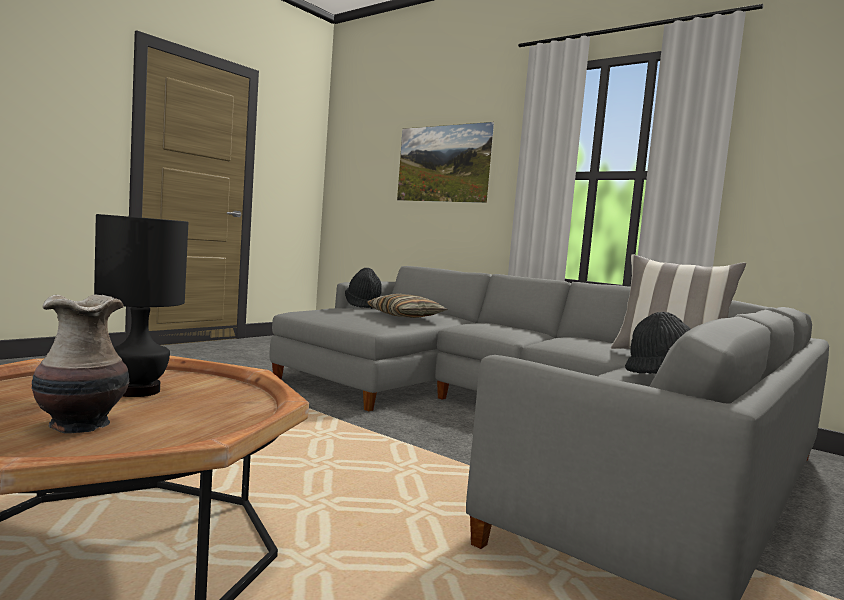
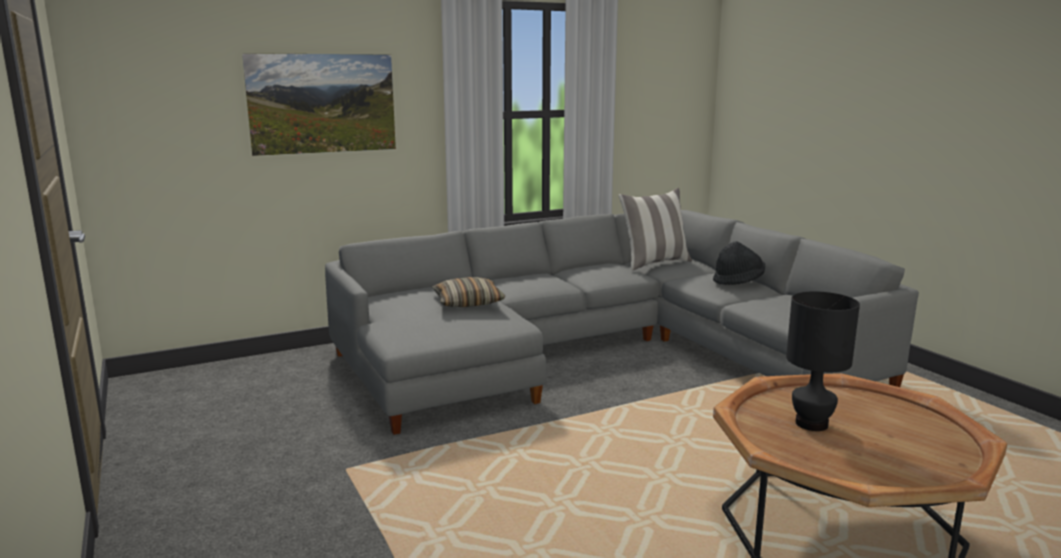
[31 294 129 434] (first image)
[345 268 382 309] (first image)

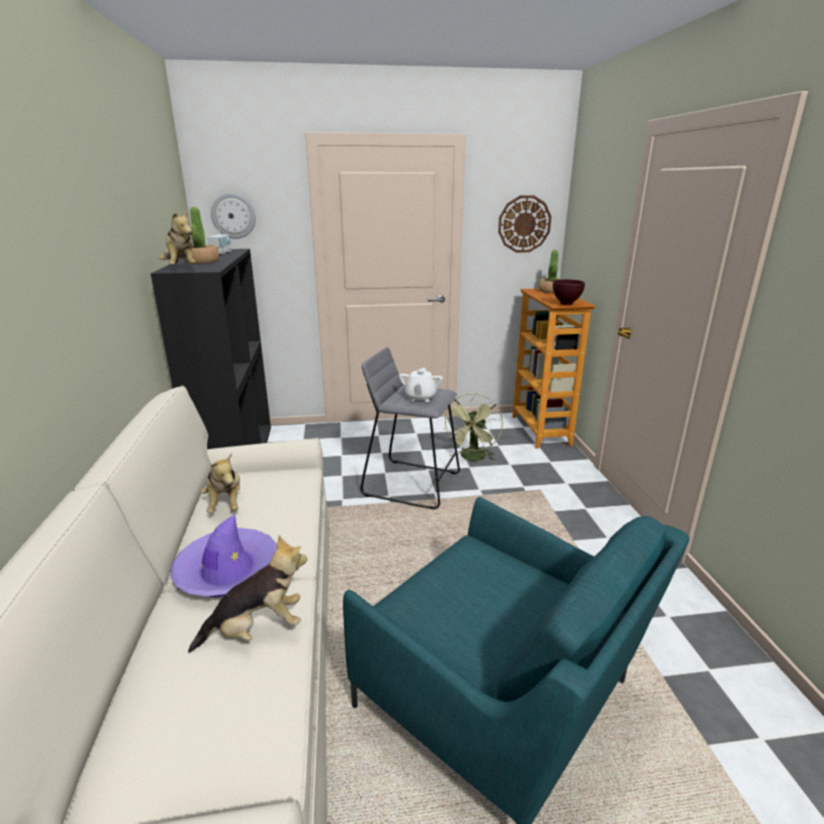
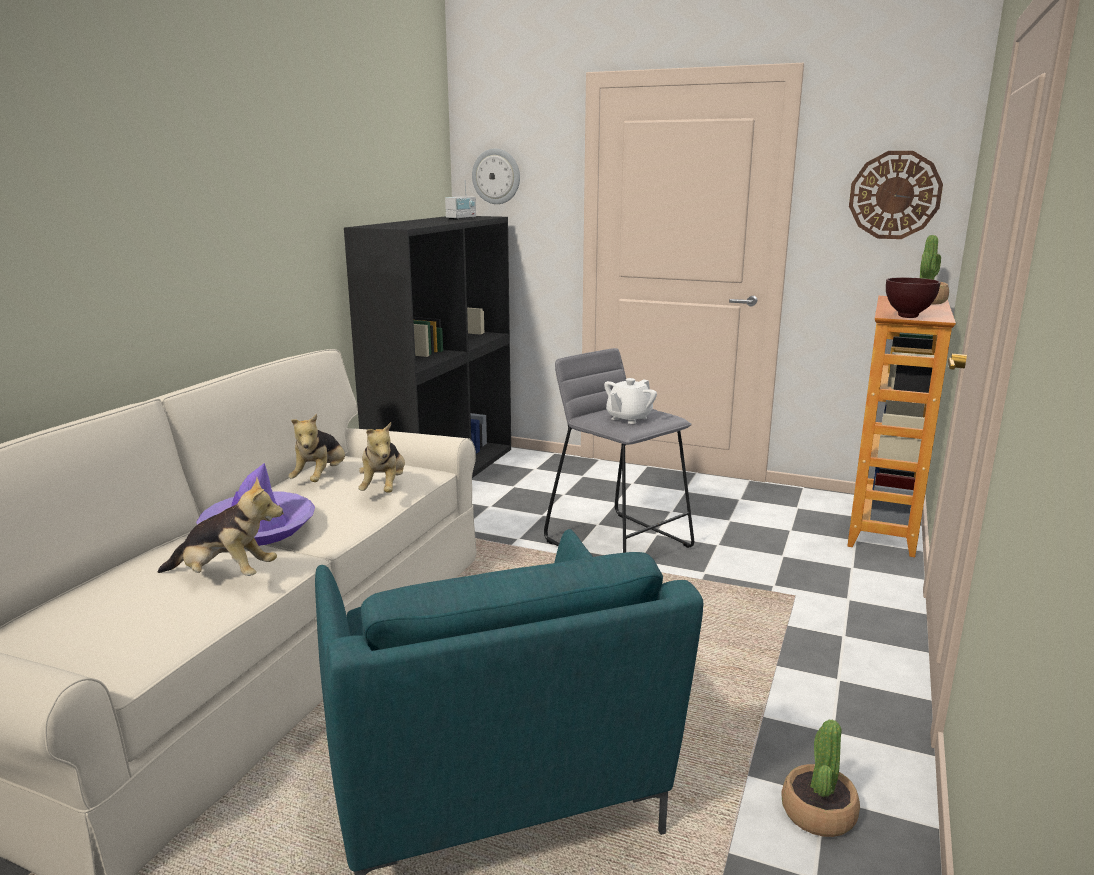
[358 422 405 493]
[781 720 860 837]
[444 393 503 461] (first image)

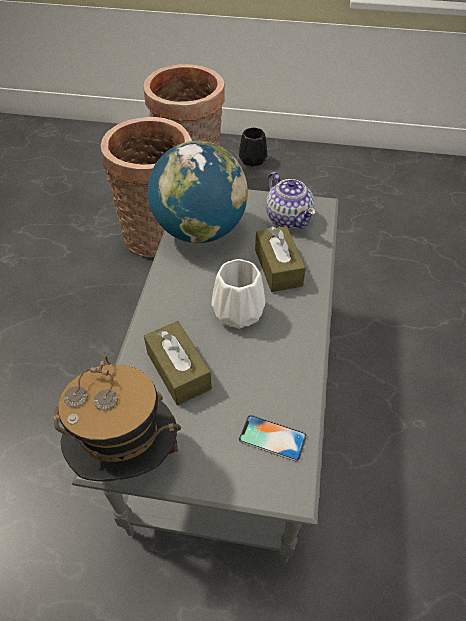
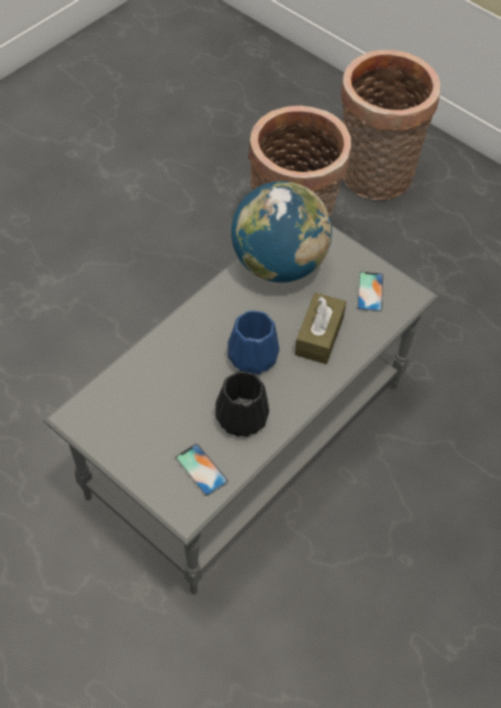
[53 355 181 482] (first image)
[144 321 212 405] (first image)
[228 311 279 375]
[215 371 269 437]
[357 272 384 312]

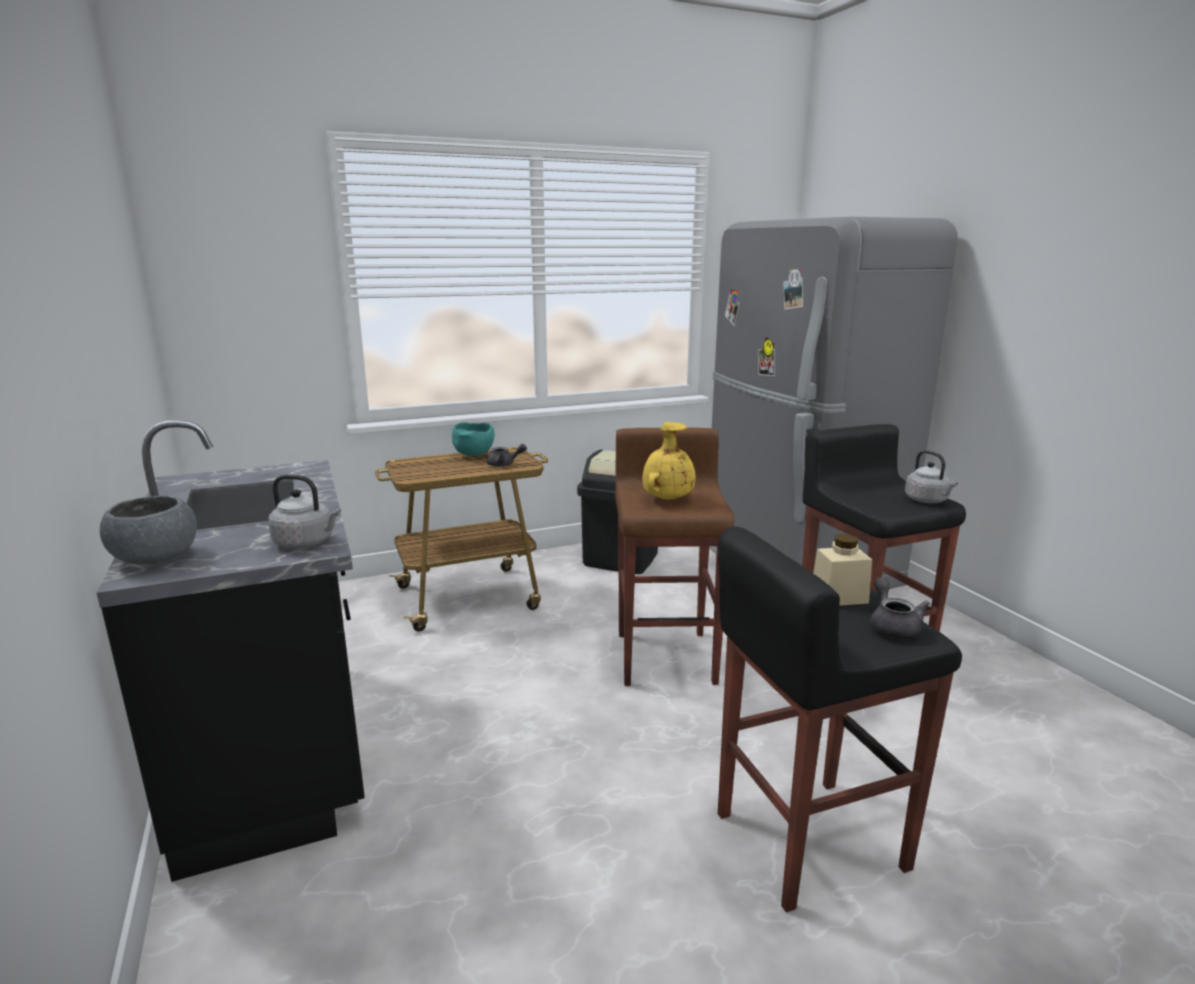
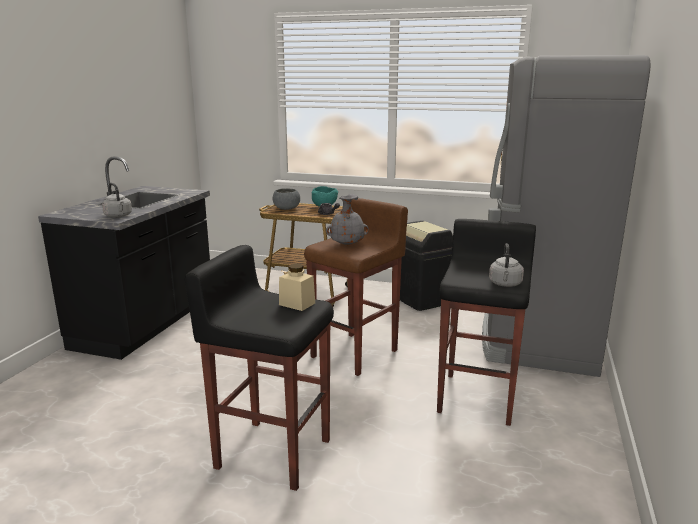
[273 188 300 210]
[326 194 369 245]
[870 577 930 639] (first image)

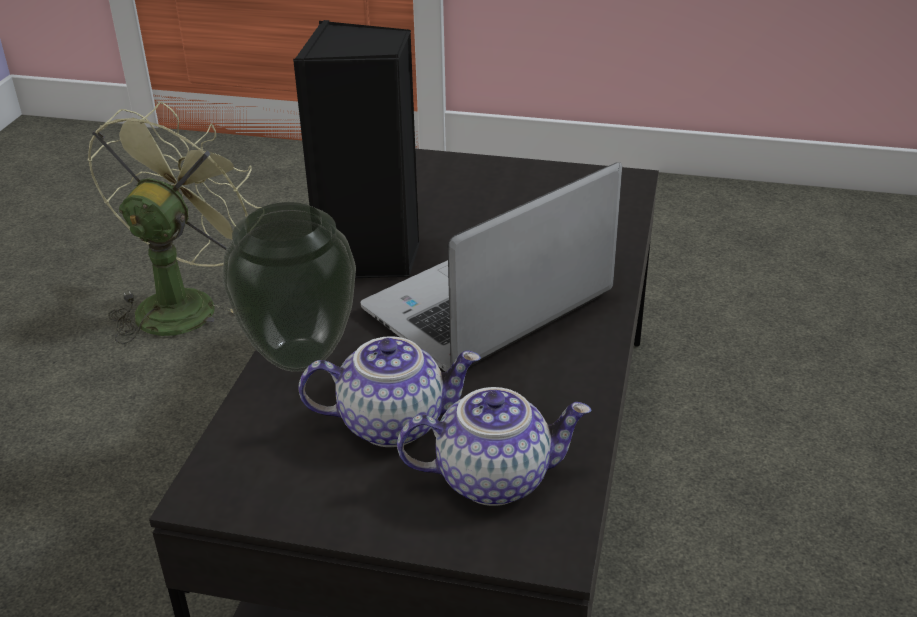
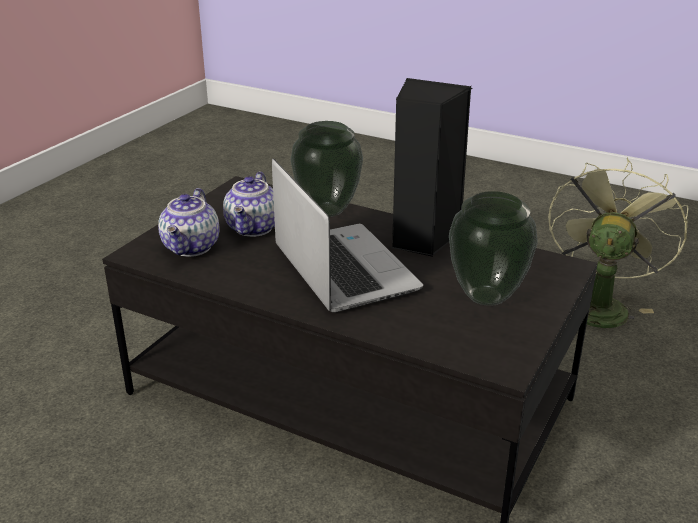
[548 158 688 334]
[449 191 538 306]

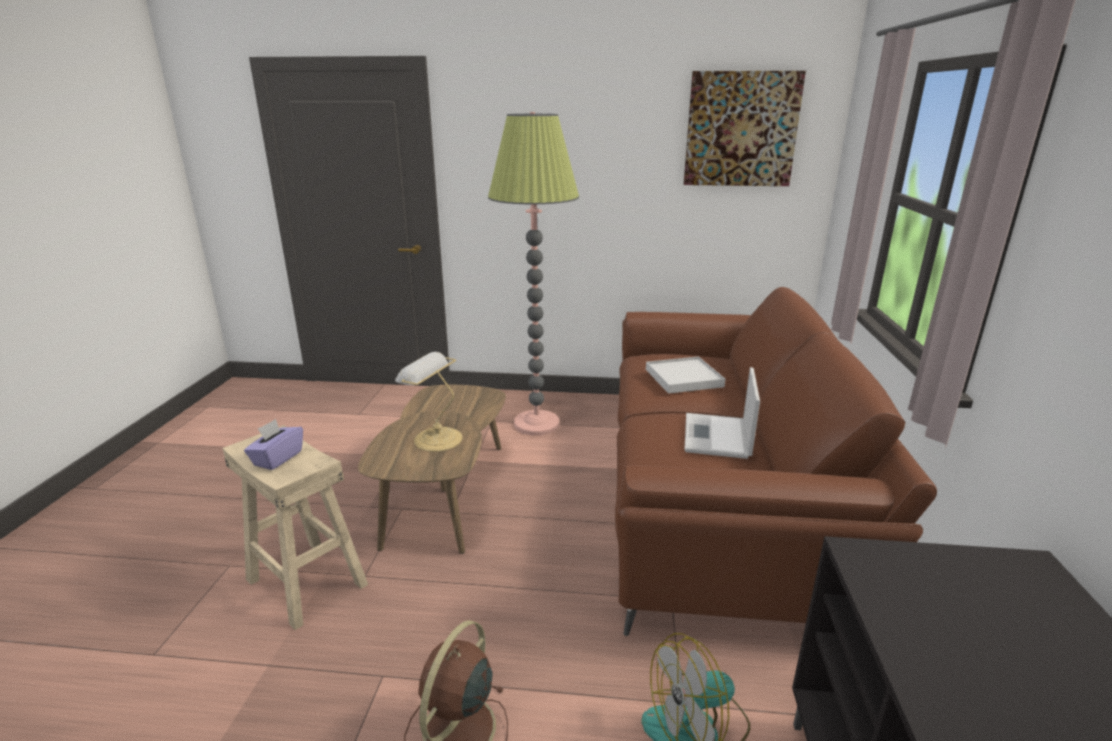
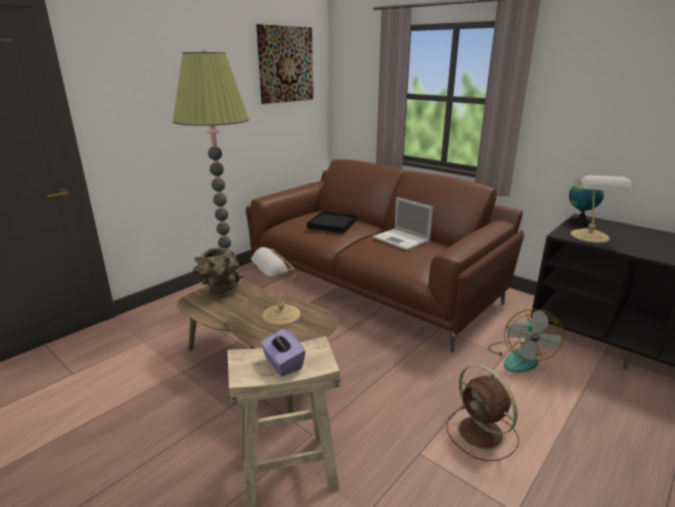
[307 211 356 233]
[193 247 244 297]
[569 181 604 226]
[570 175 634 243]

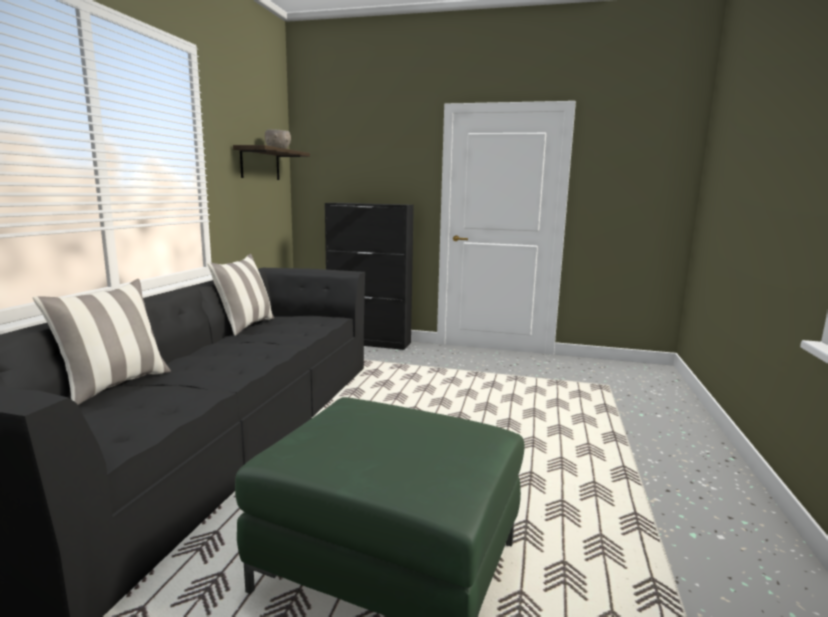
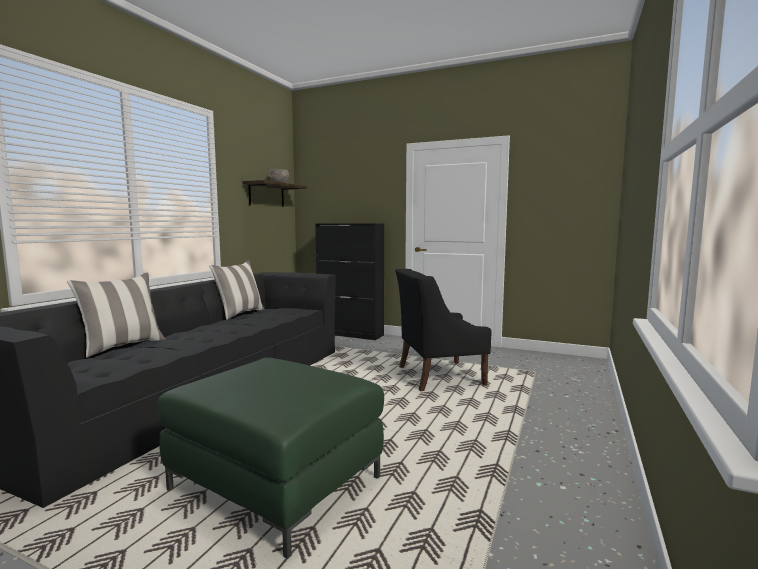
[395 269 492 391]

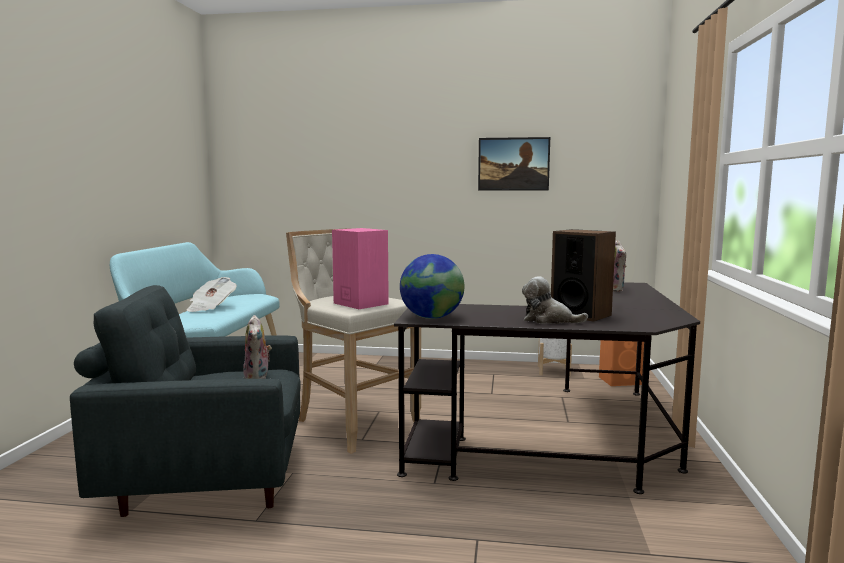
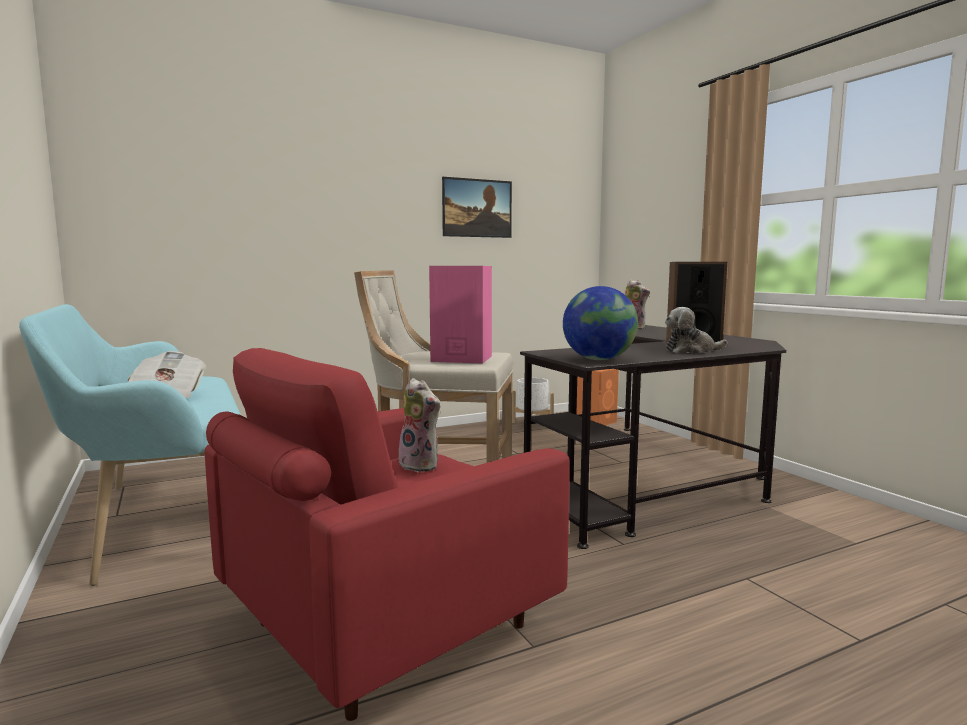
[205 348 570 721]

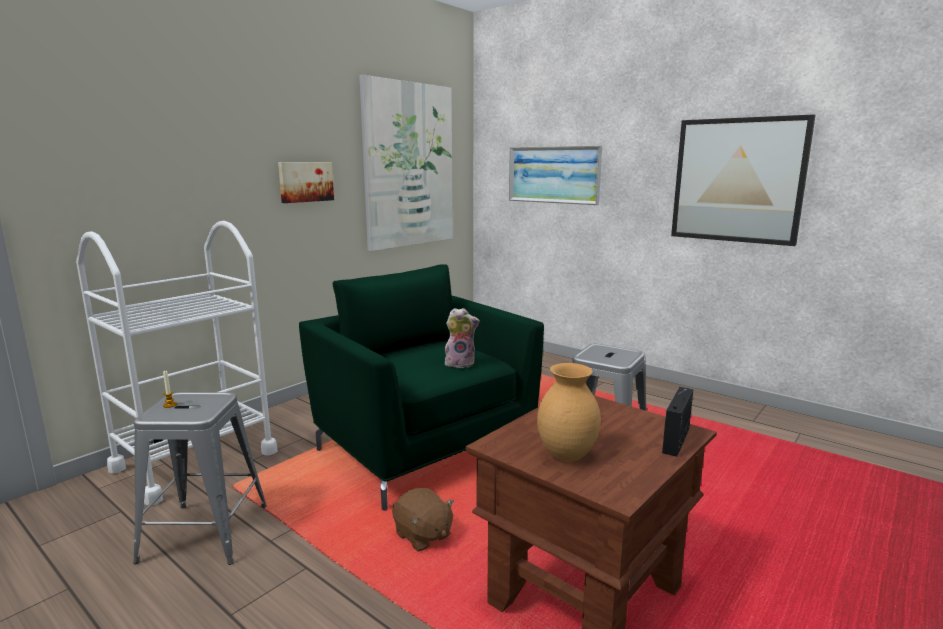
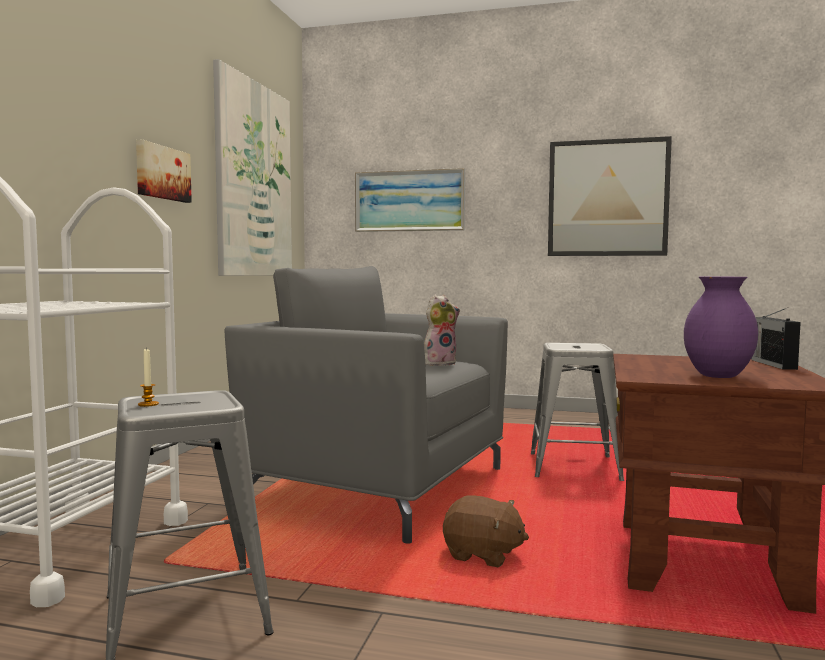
[225 266 508 544]
[684 277 758 378]

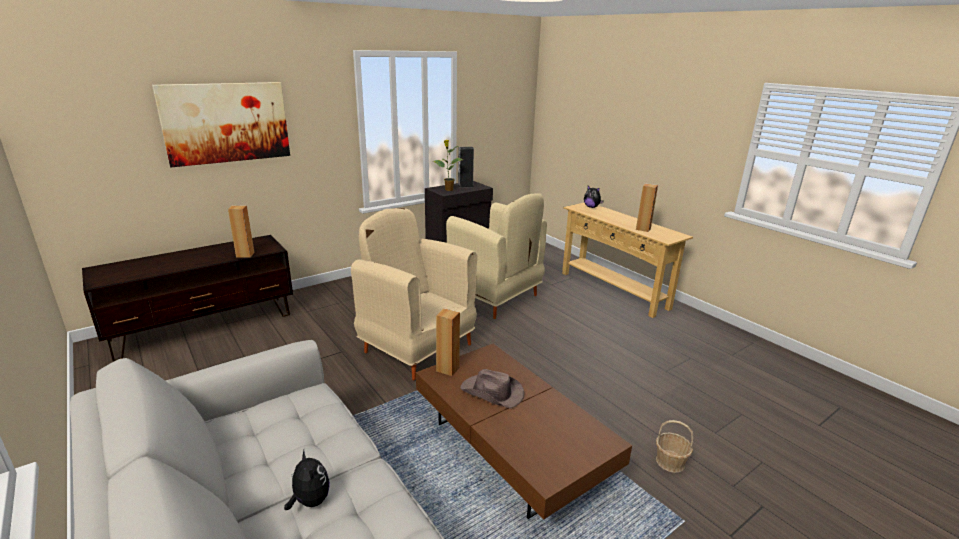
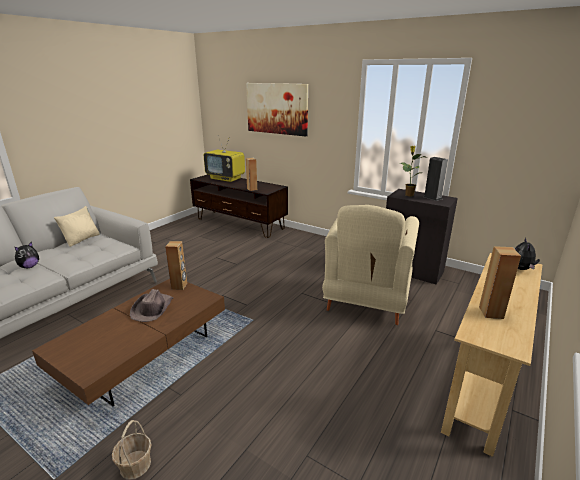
[351 208 477 380] (first image)
[54 206 100 247]
[204 137 245 182]

